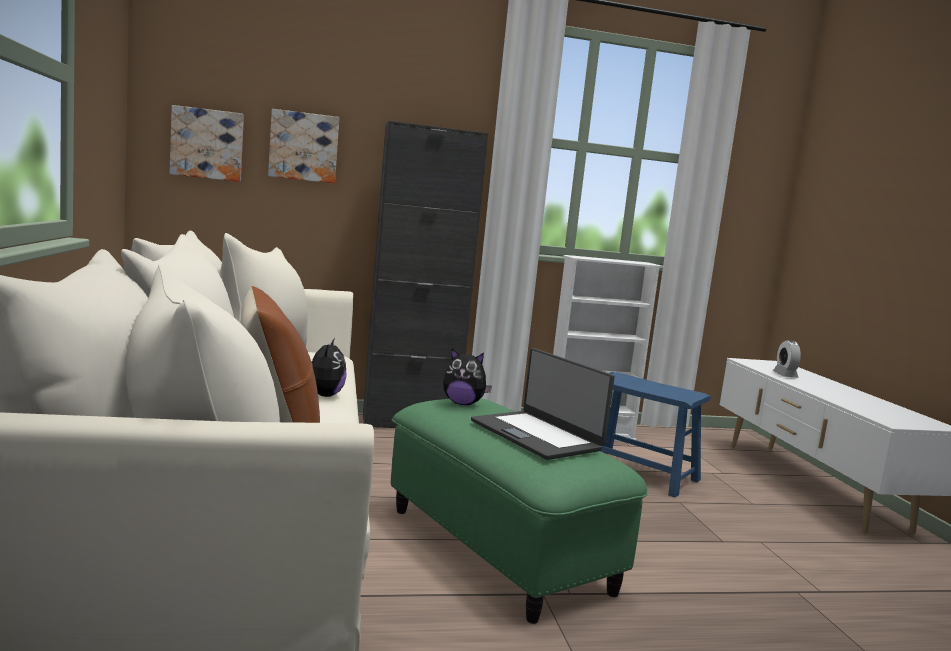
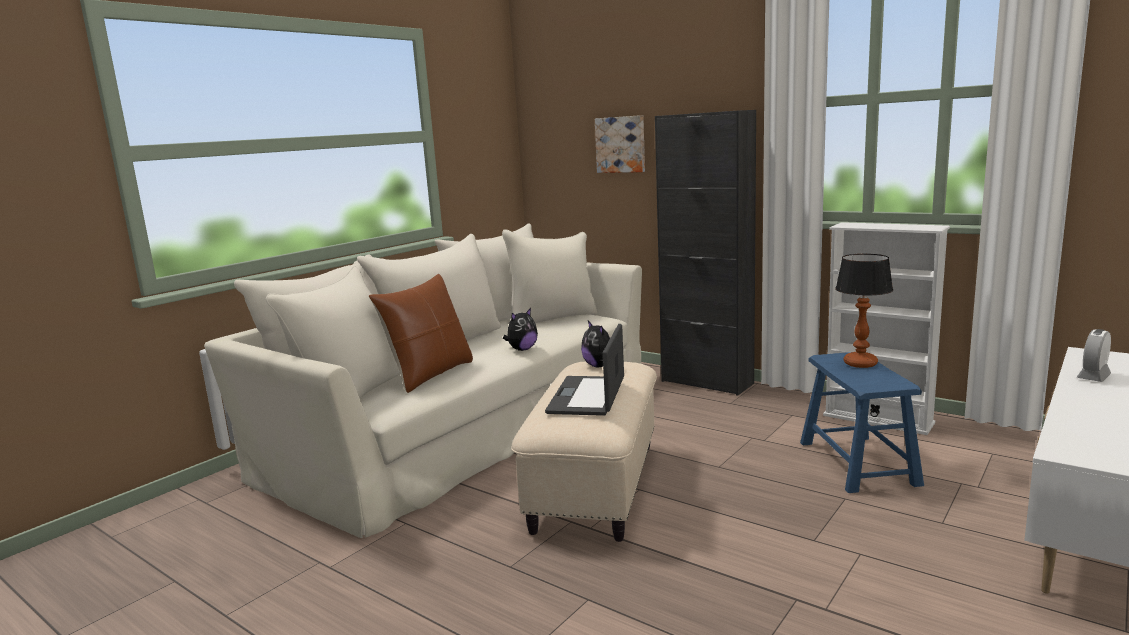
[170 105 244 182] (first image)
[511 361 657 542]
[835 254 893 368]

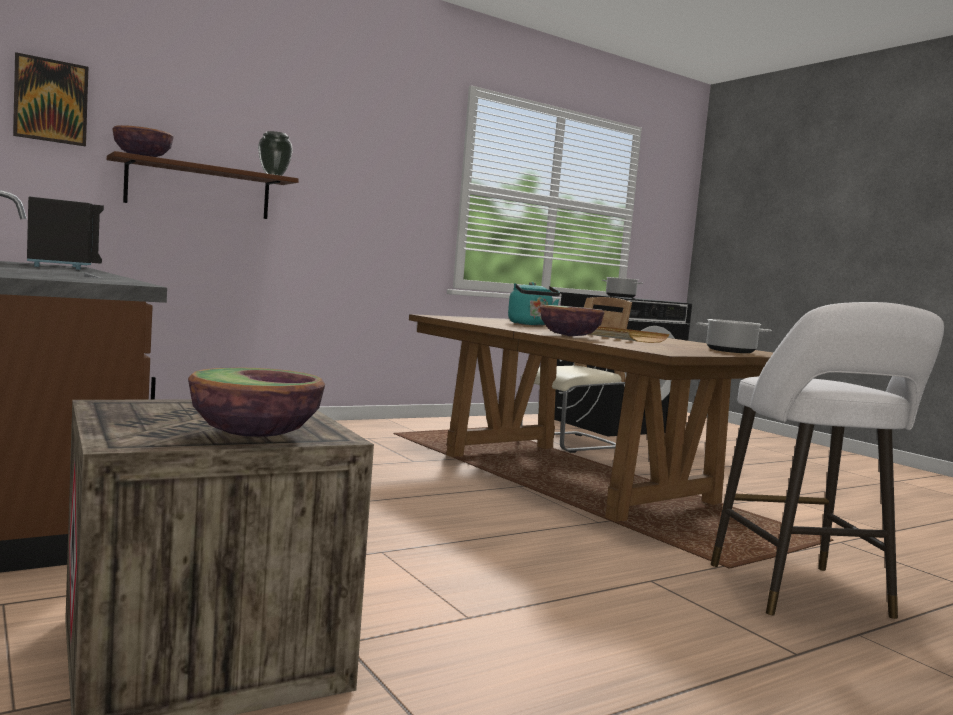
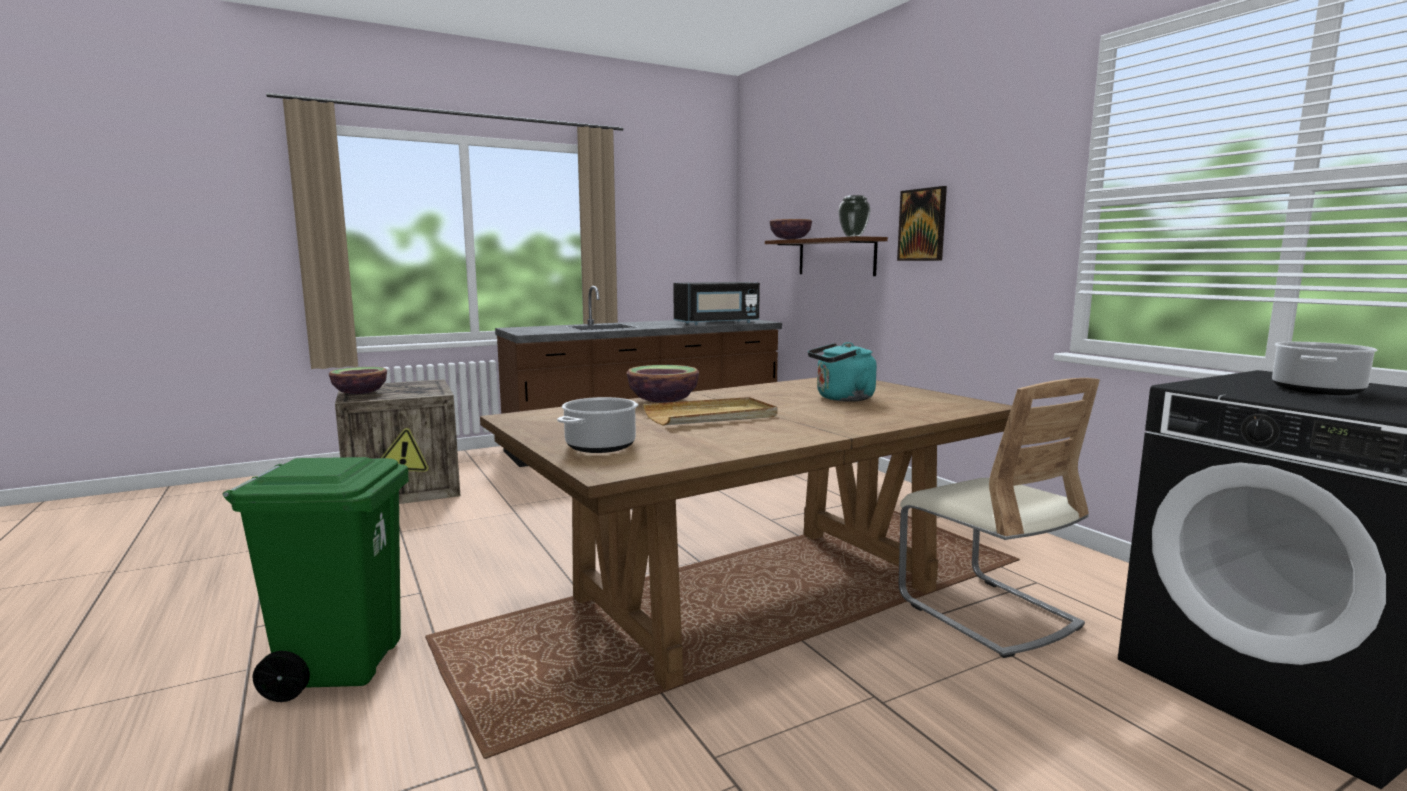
[897 186 947 261]
[223 457 408 702]

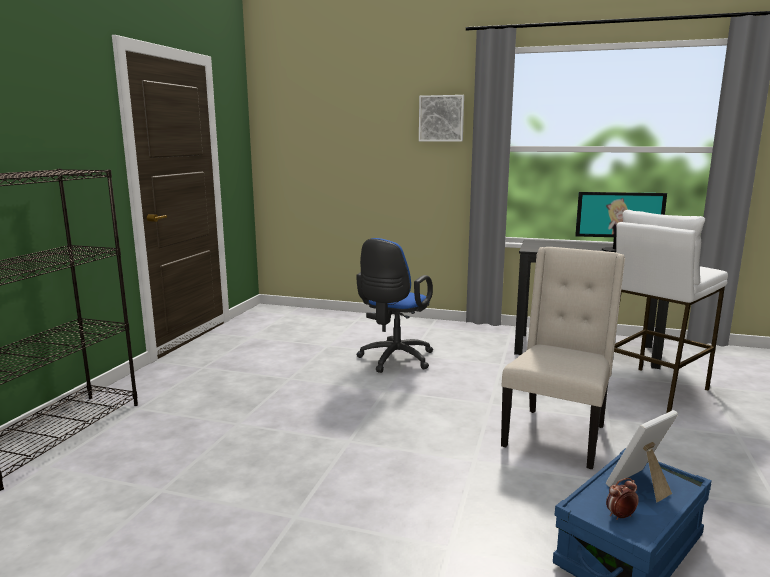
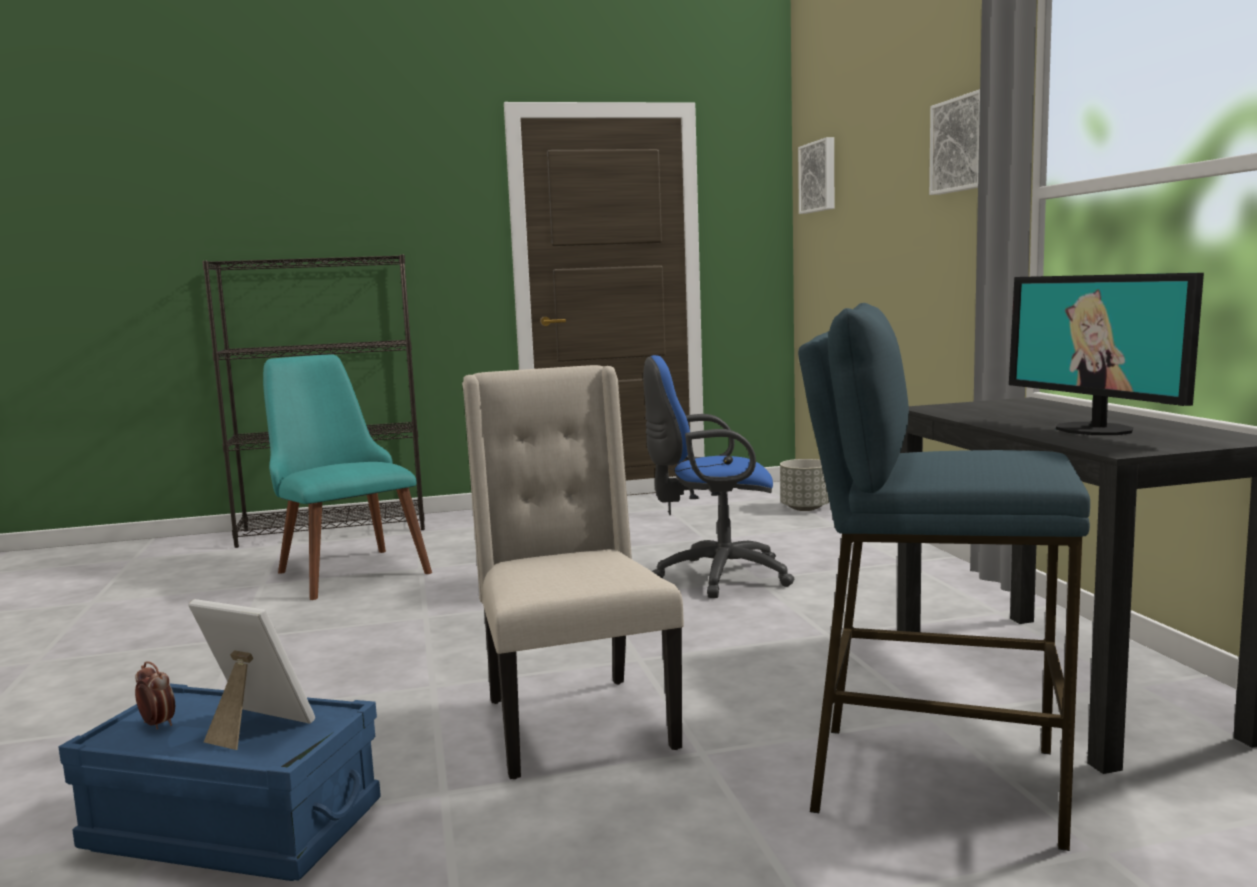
[462 365 684 779]
[798 303 1090 851]
[263 354 432 600]
[780 459 829 511]
[798 137 834 214]

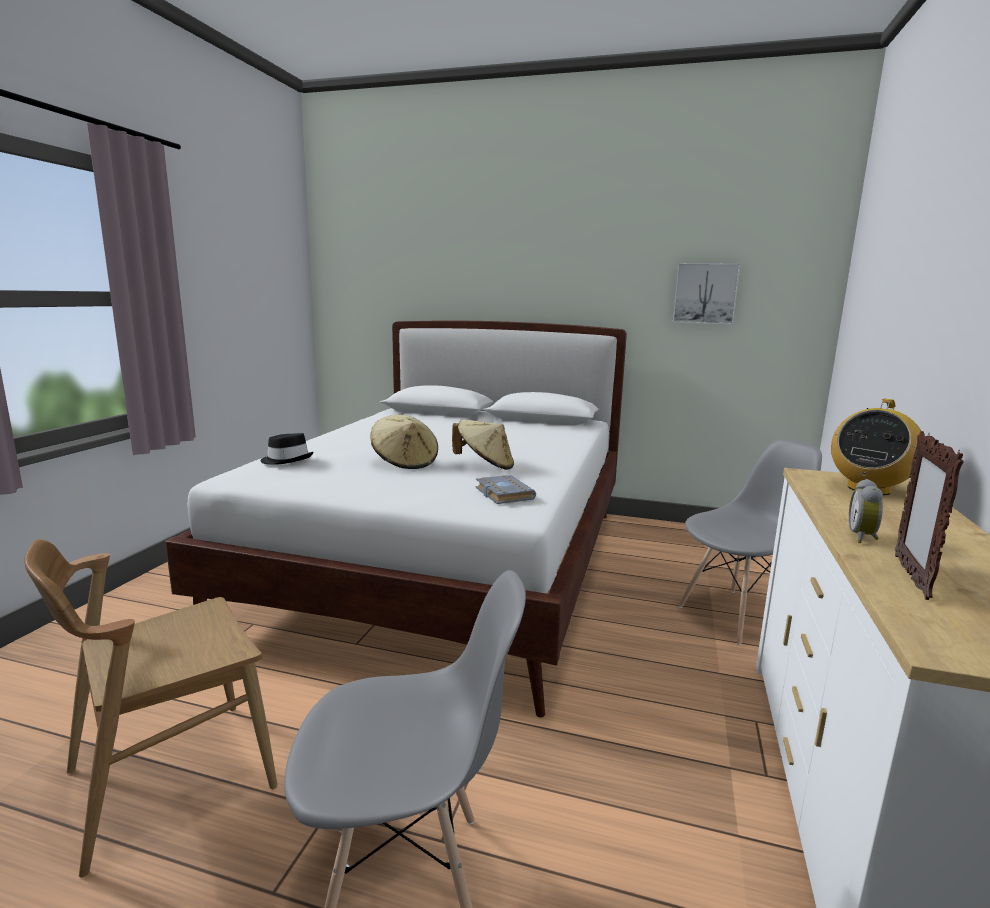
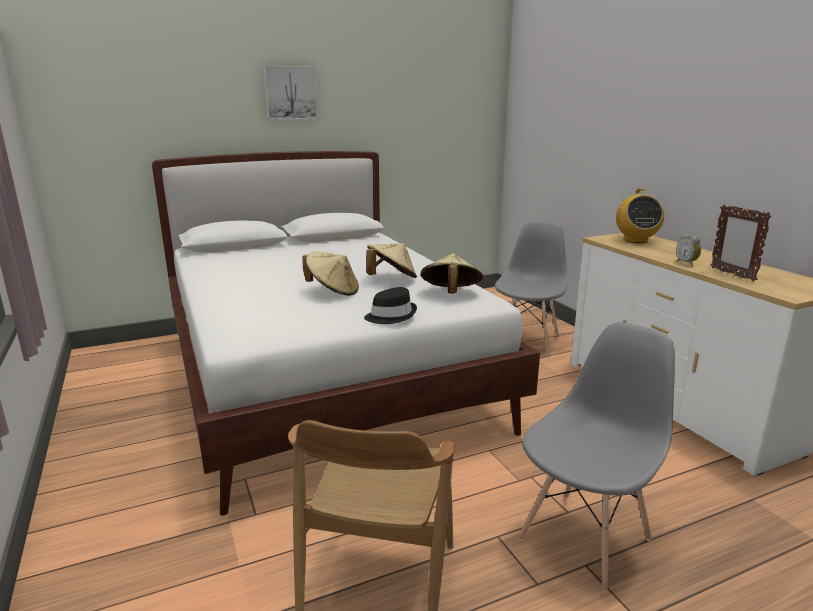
[364 287 417 324]
[421 253 484 294]
[263 65 317 120]

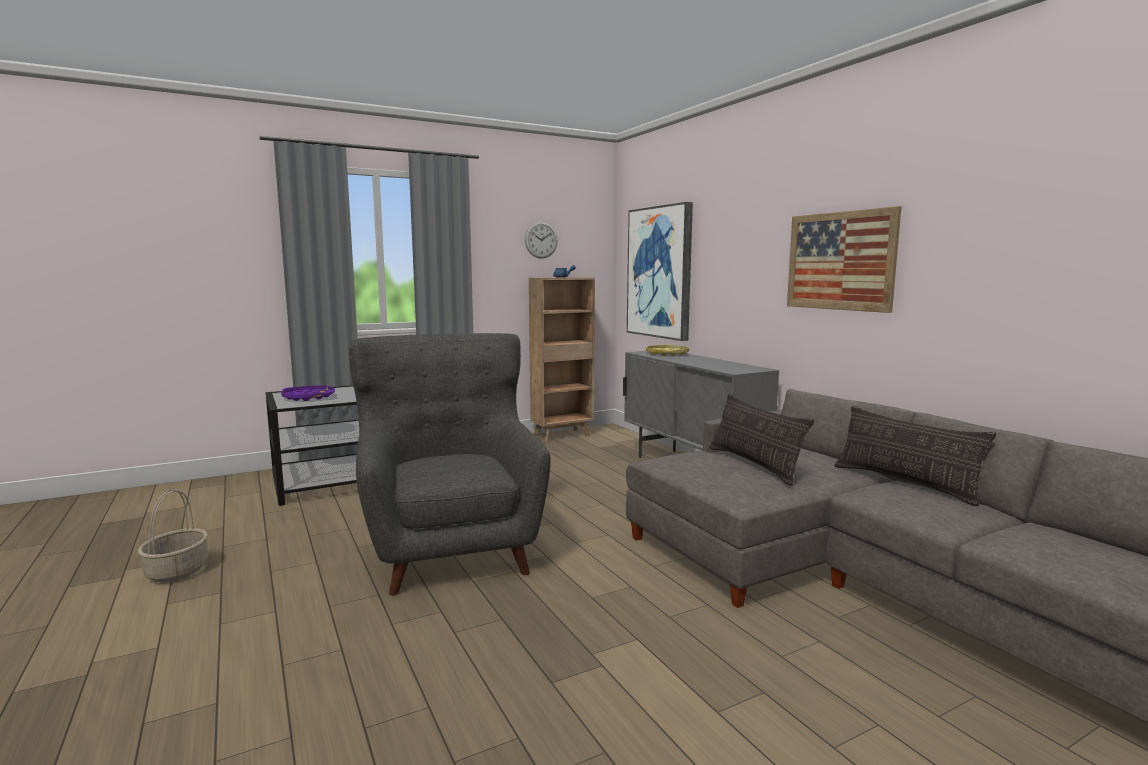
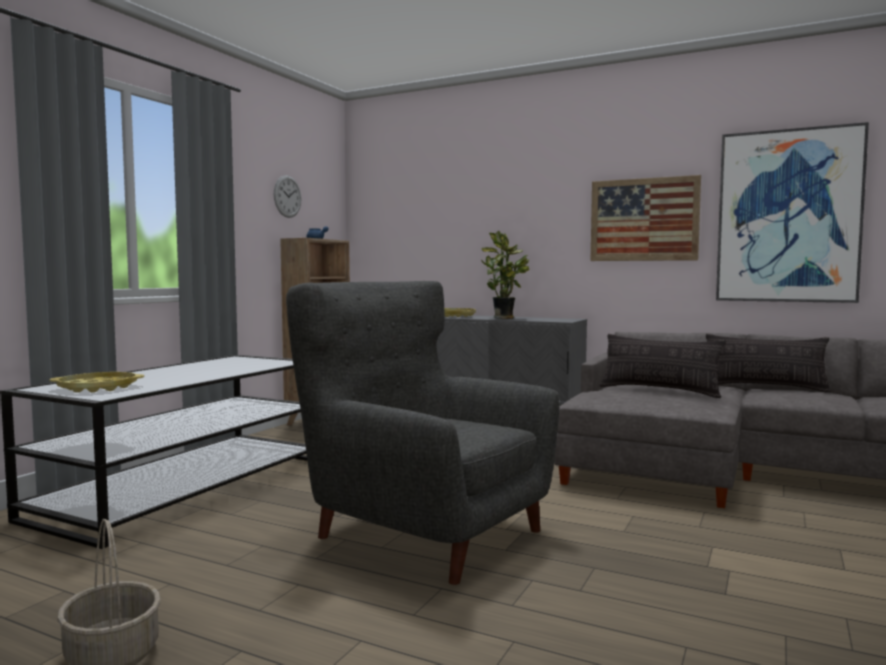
[49 372 144 392]
[716 122 869 303]
[481 231 530 319]

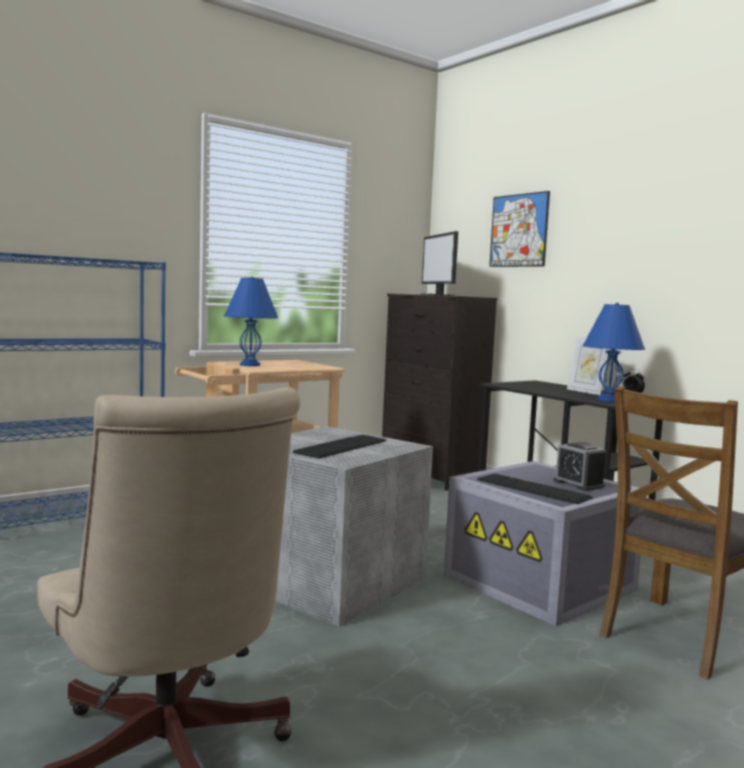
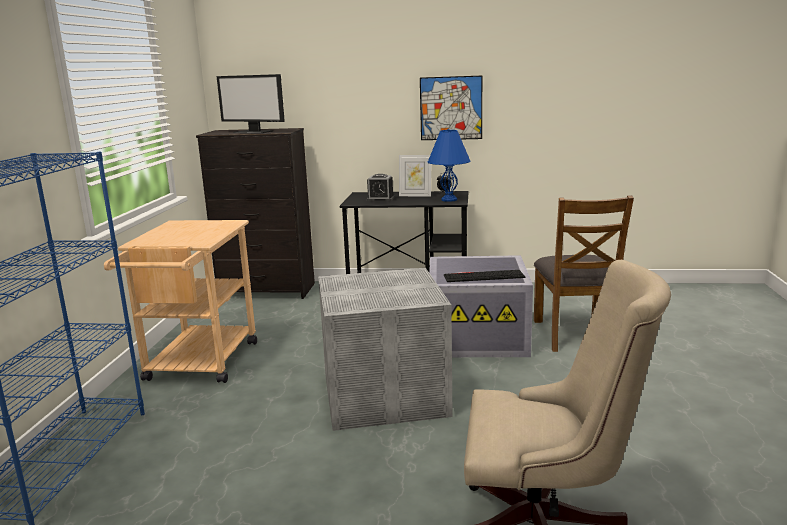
[224 276 278 366] (first image)
[293 435 387 458] (first image)
[420 75 482 140]
[367 174 394 201]

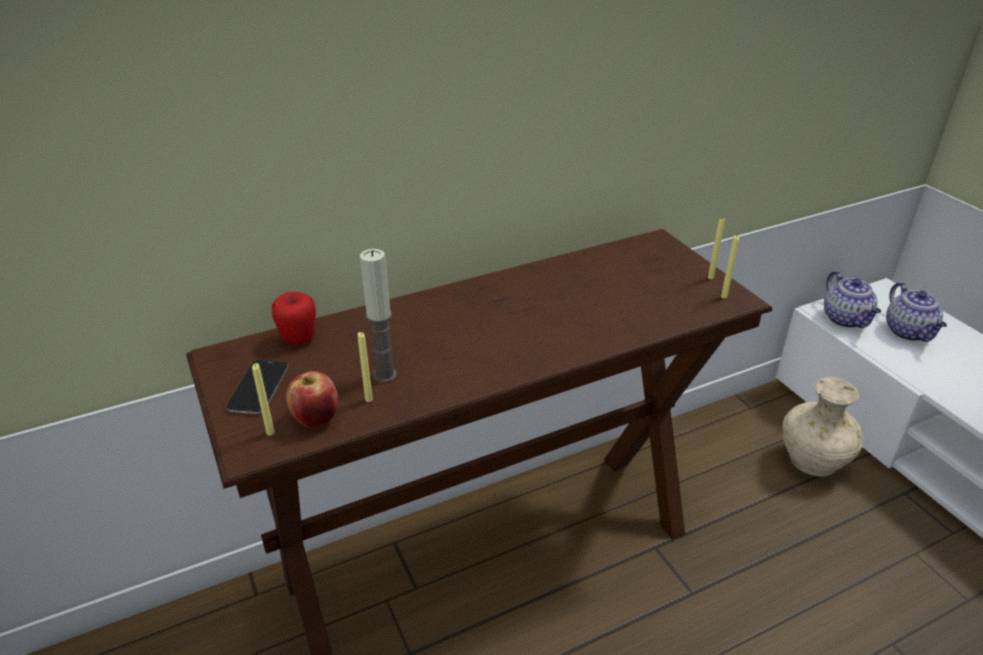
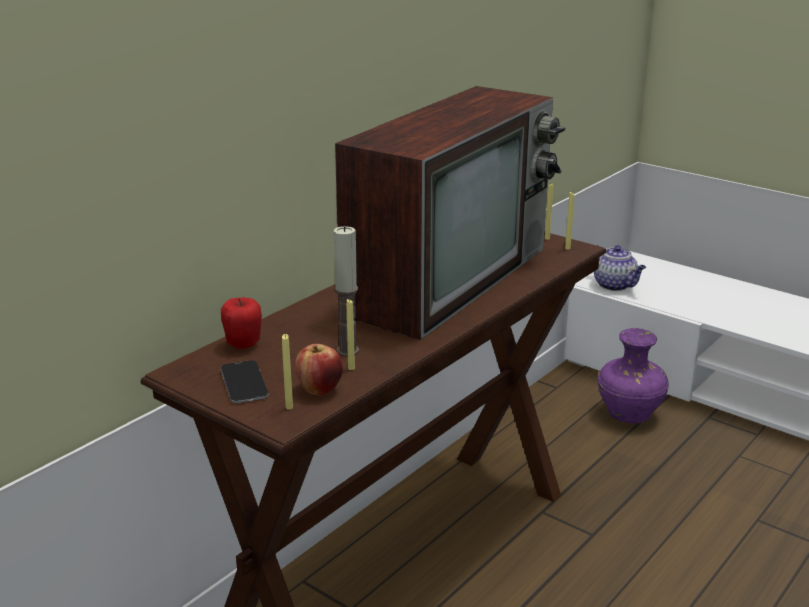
[598 328 669 424]
[886 282 947 342] (first image)
[335 86 565 340]

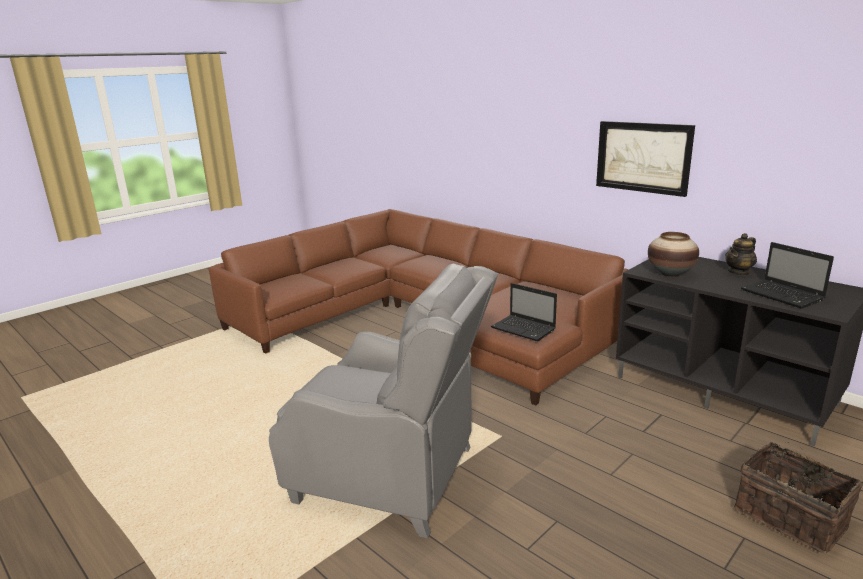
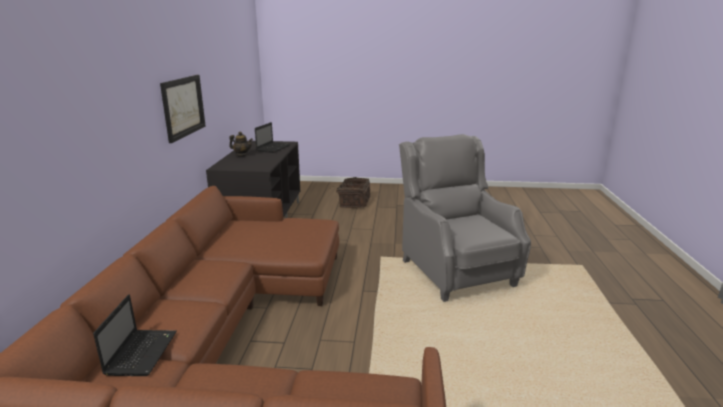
[93 294 177 376]
[648 232 699 277] (first image)

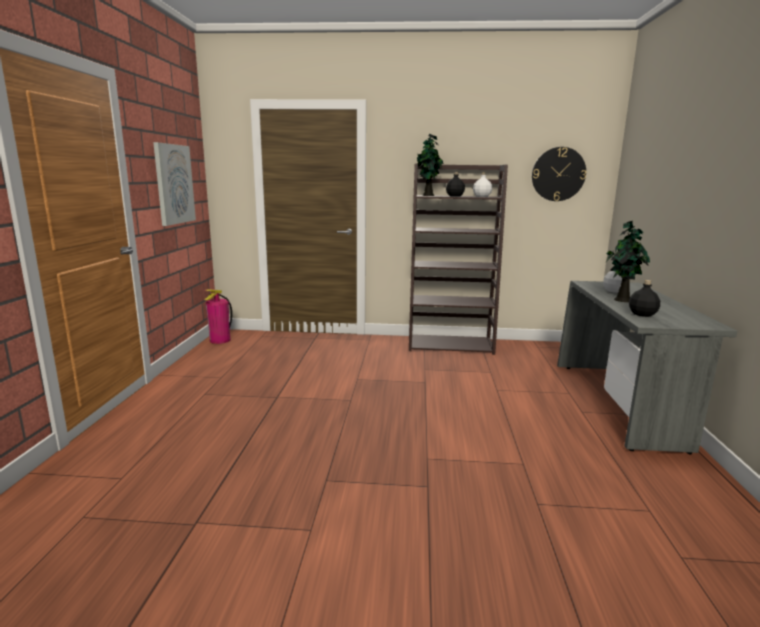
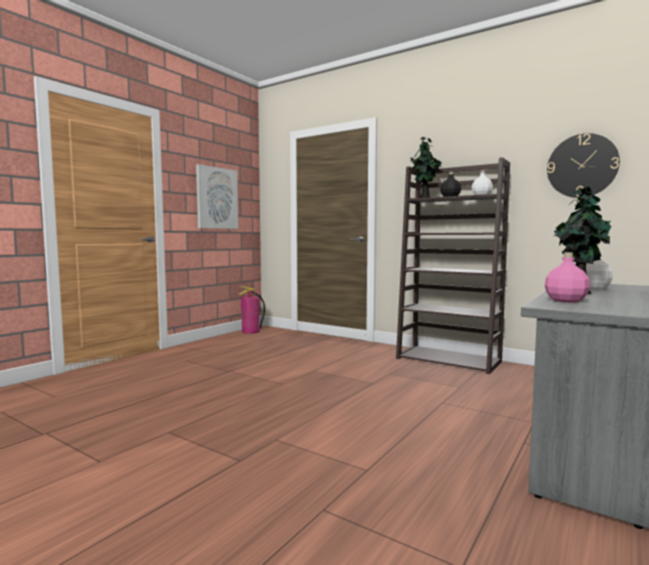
[545 252 590 303]

